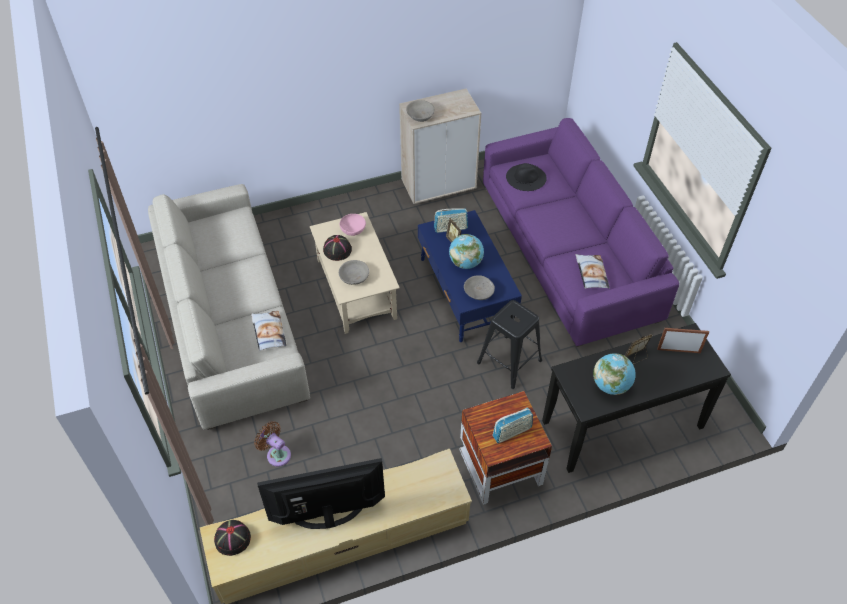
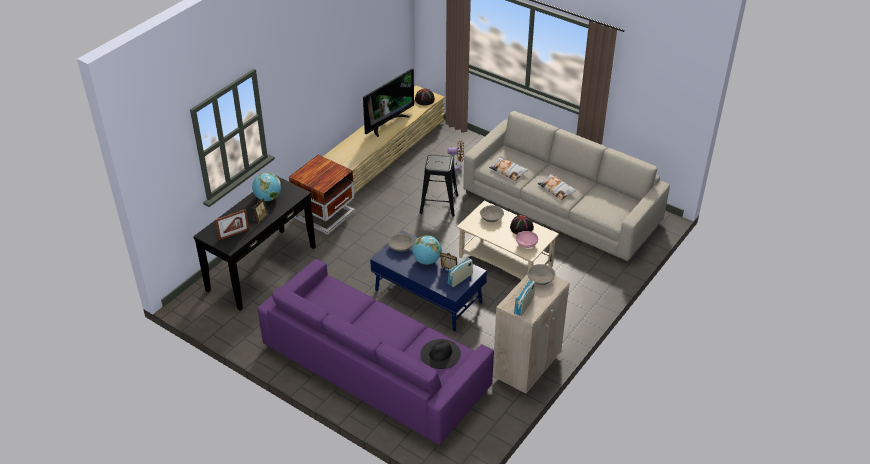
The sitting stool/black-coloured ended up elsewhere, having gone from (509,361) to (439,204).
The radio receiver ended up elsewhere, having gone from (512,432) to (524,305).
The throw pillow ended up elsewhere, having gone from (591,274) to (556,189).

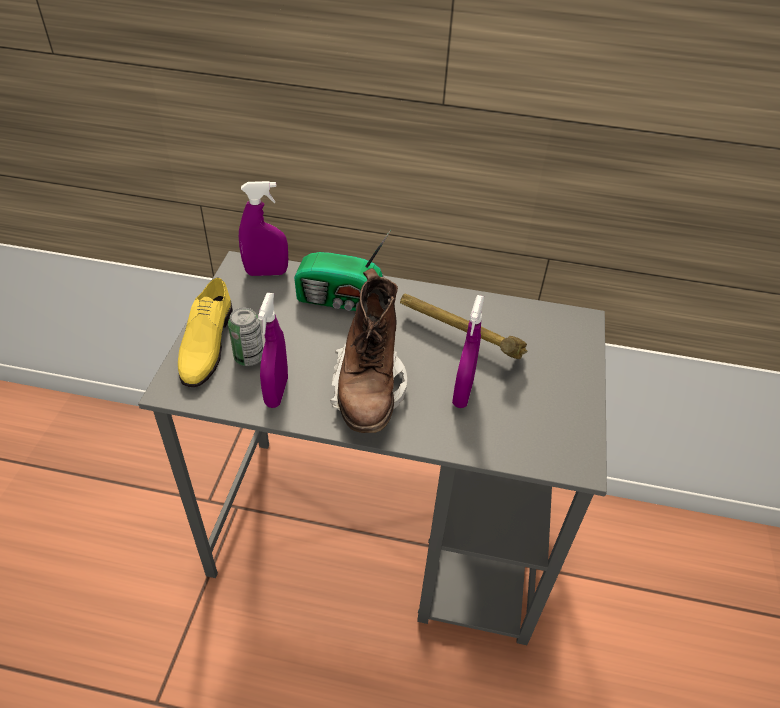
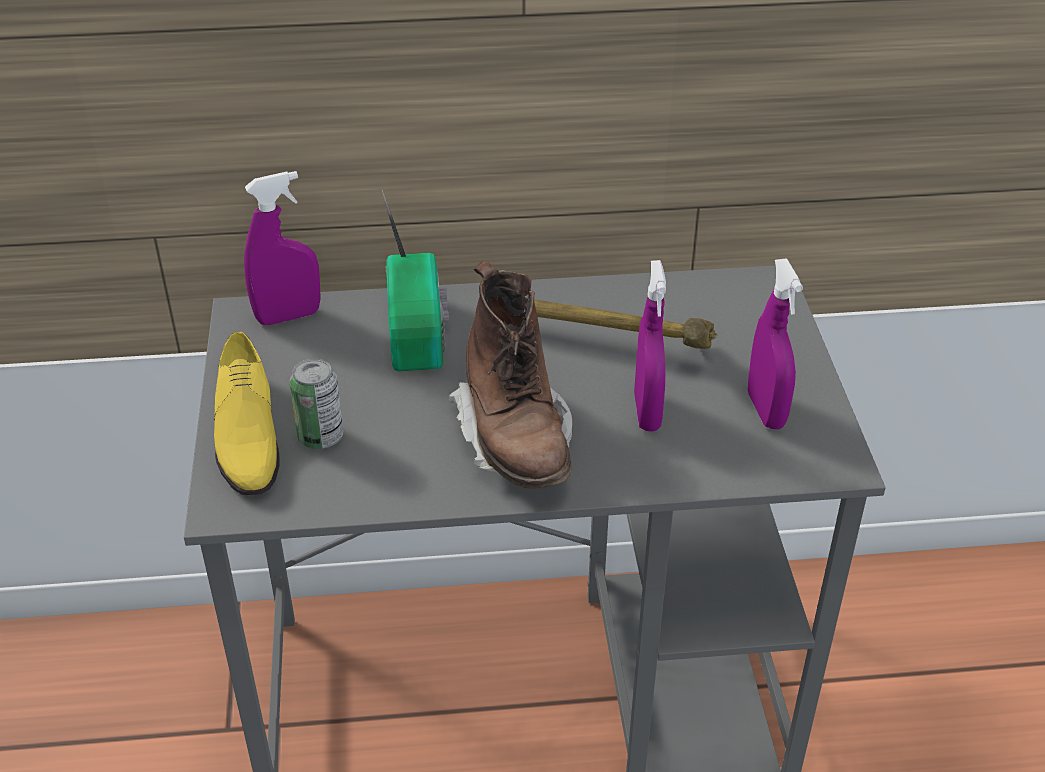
The sprayer/purple ended up elsewhere, having gone from (276,392) to (766,410).
The radio receiver at (341,300) ended up facing another way, 90 degrees counterclockwise from before.

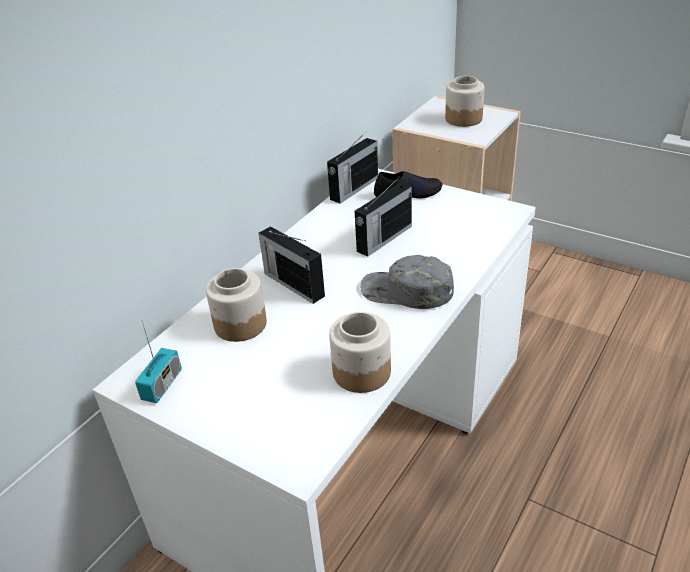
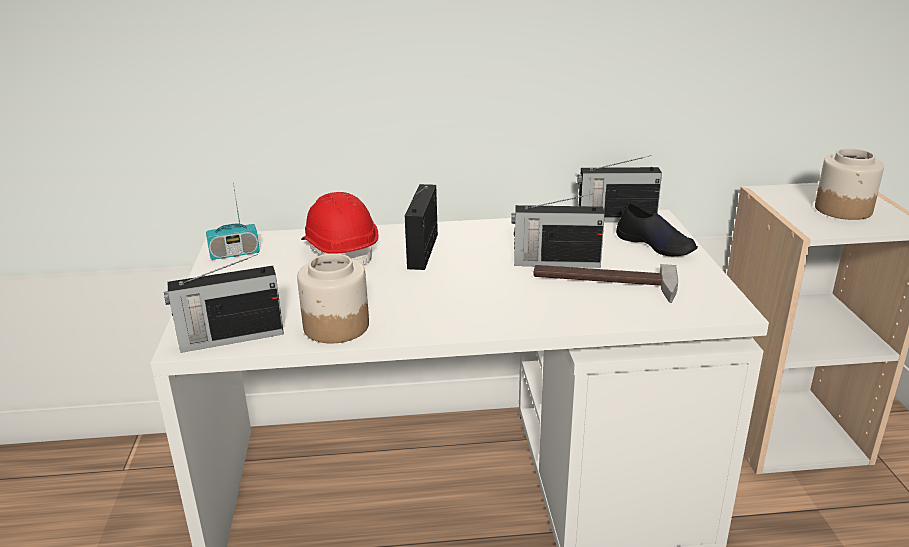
Where the storage jar stood at (240,324), the work helmet/red came to stand at (340,251).
The second view lost the peaked cap/gray at (406,291).
The second view gained the radio receiver at (229,338).
The second view gained the tool hammer at (603,283).

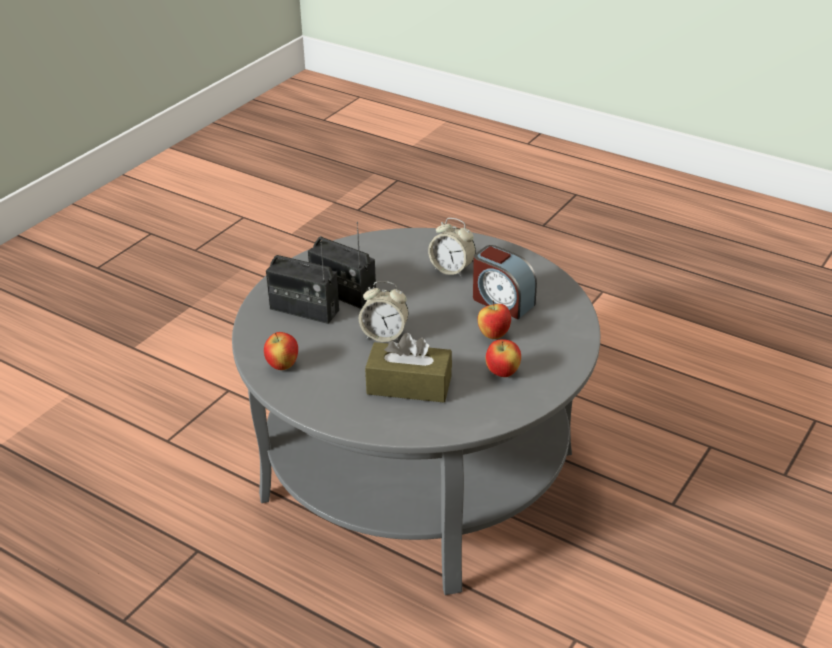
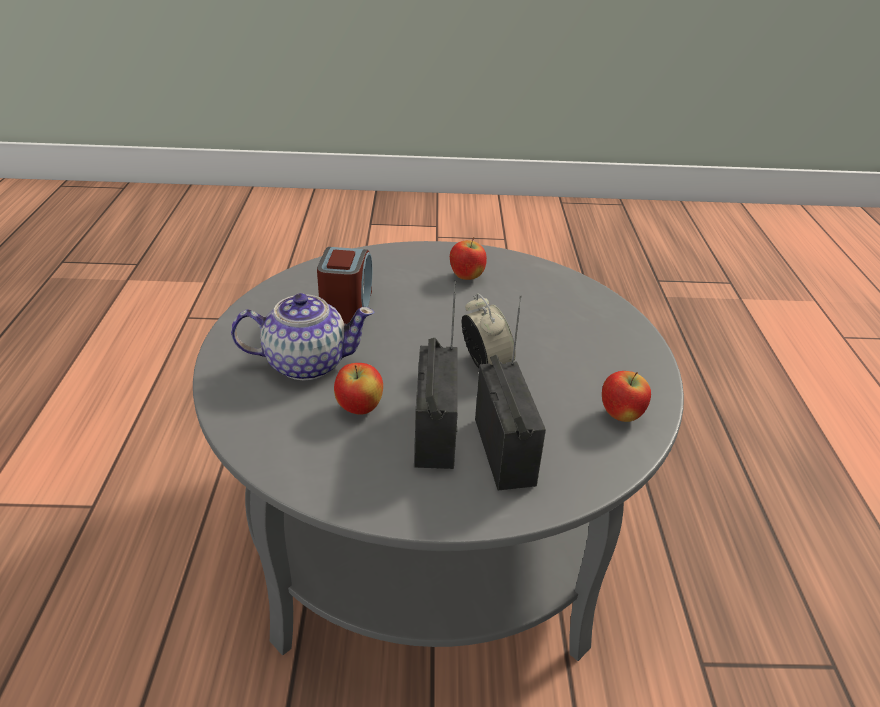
The second view lost the tissue box/brown-coloured at (409,385).
Where the bedside clock stood at (452,269), the teapot came to stand at (305,363).
The apple fruit ended up elsewhere, having gone from (493,335) to (360,408).

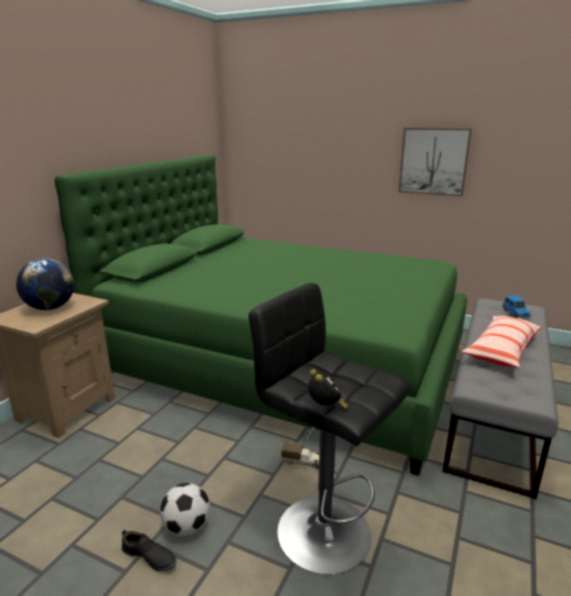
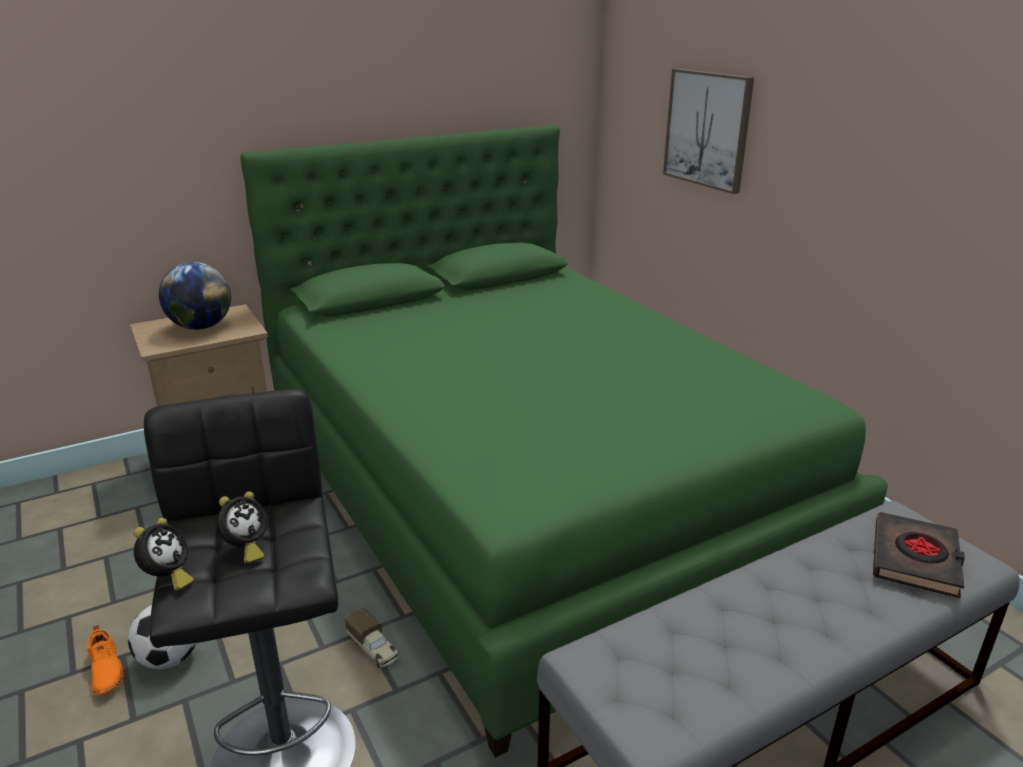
What was the item of footwear/black-coloured at (149,557) turned into the item of footwear/orangey at (105,670).
The picture ended up elsewhere, having gone from (433,161) to (708,129).
The second view lost the throw pillow at (502,350).
Where the model car stood at (516,313), the volume/black-coloured came to stand at (915,560).
The second view gained the bedside clock at (246,549).

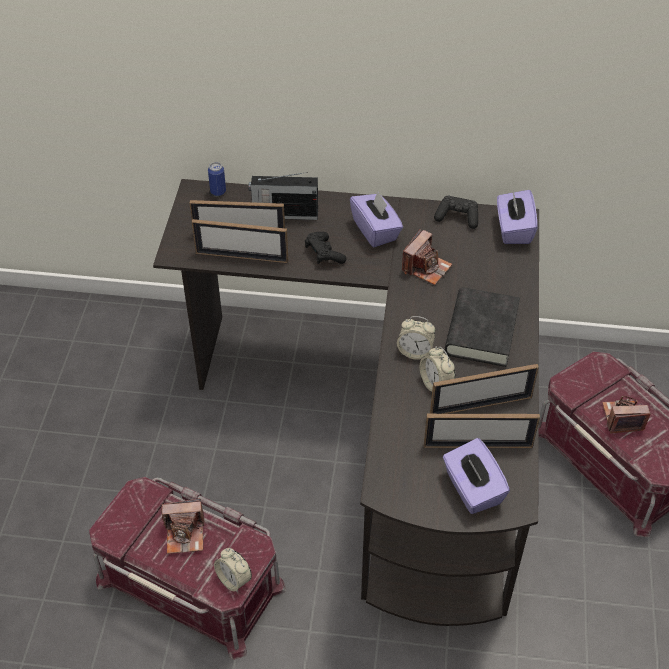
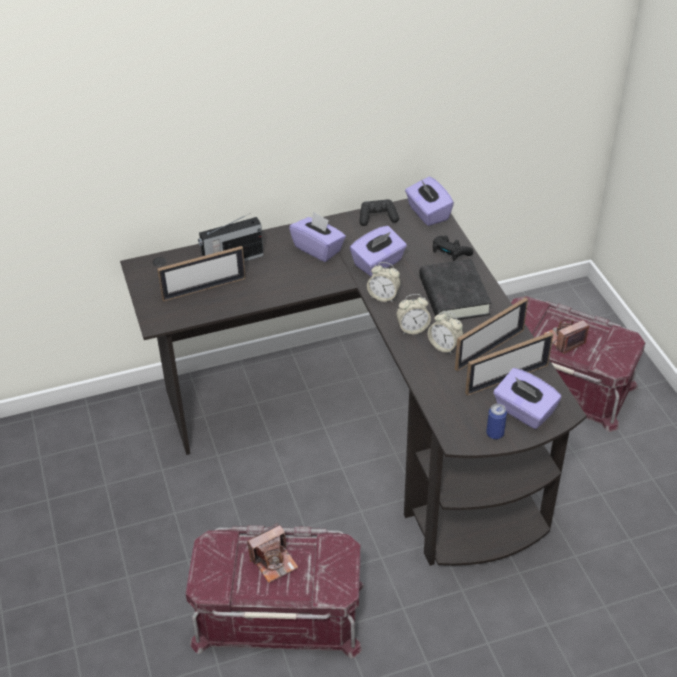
The second view lost the photo frame at (242,257).
The sealed can ended up elsewhere, having gone from (218,191) to (495,434).
The bedside clock ended up elsewhere, having gone from (234,579) to (383,296).
The gamepad/black-coloured ended up elsewhere, having gone from (324,254) to (450,253).
Where the still camera stood at (426,267), the tissue box/purple came to stand at (378,263).

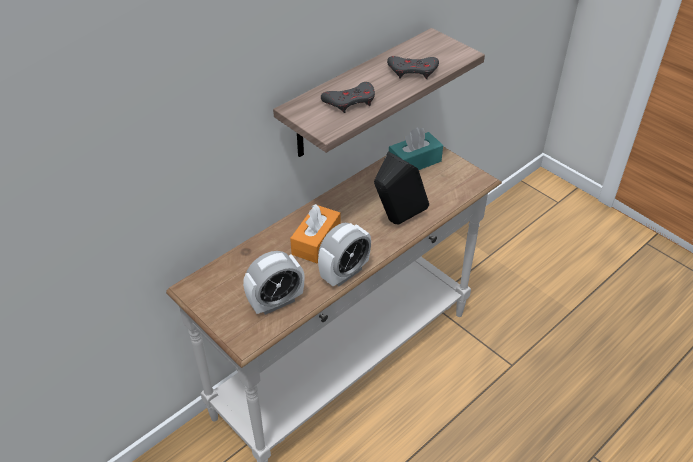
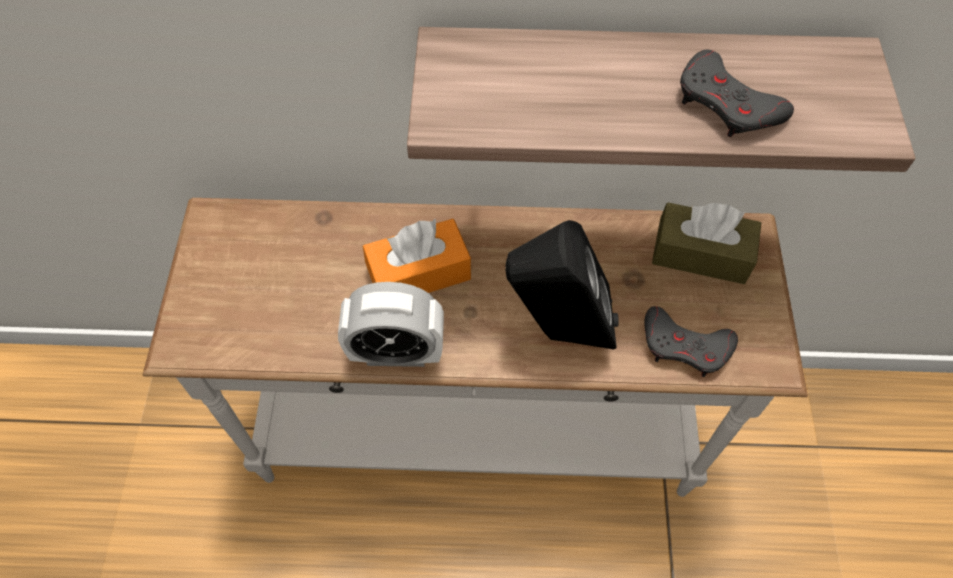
The second view lost the bedside clock at (276,302).
The gamepad/gray ended up elsewhere, having gone from (350,101) to (685,346).
What was the tissue box/turquoise-coloured at (414,162) turned into the tissue box/brown-coloured at (700,254).

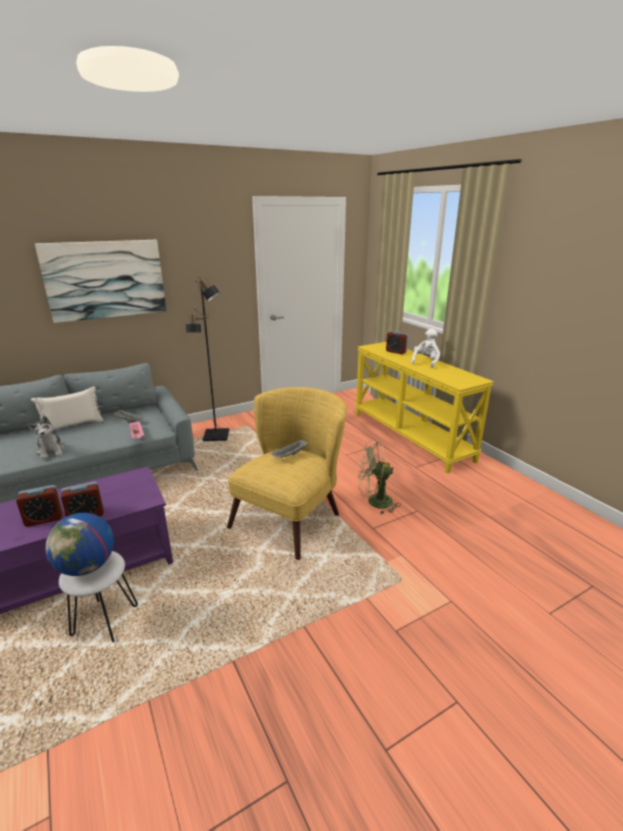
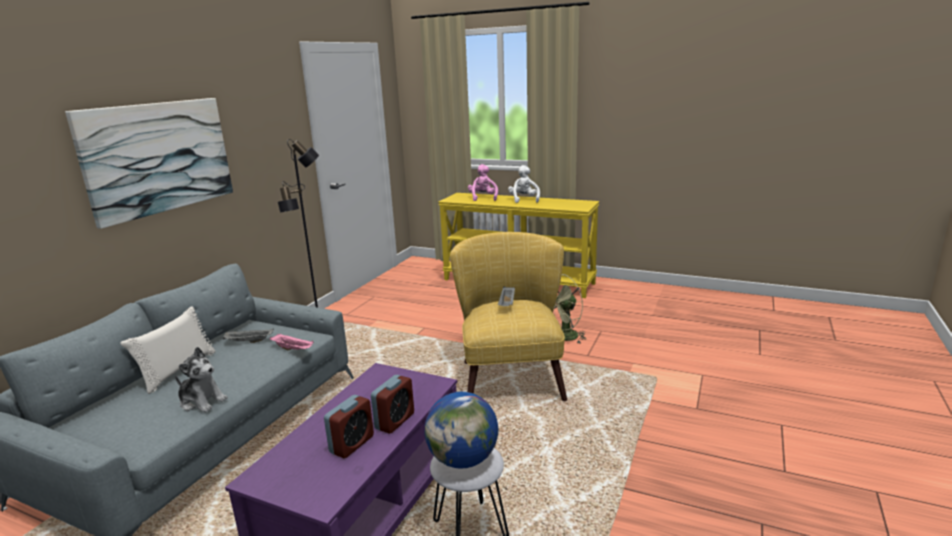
Where the bedside clock stood at (396,352), the cuddly toy/pink came to stand at (483,198).

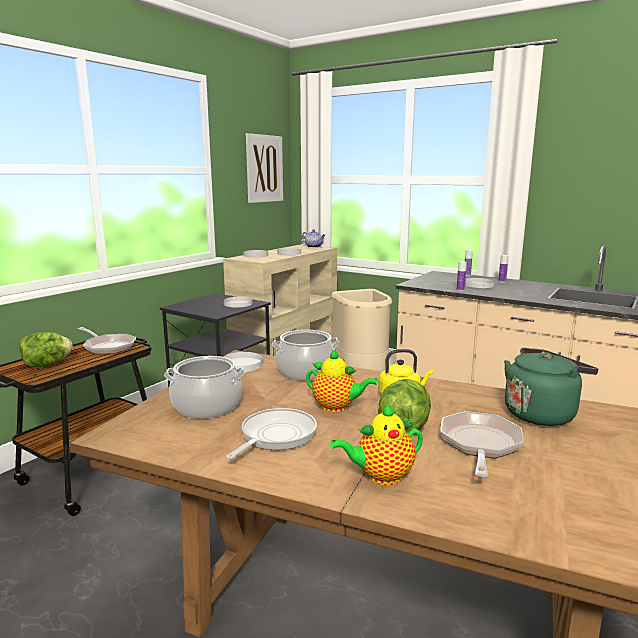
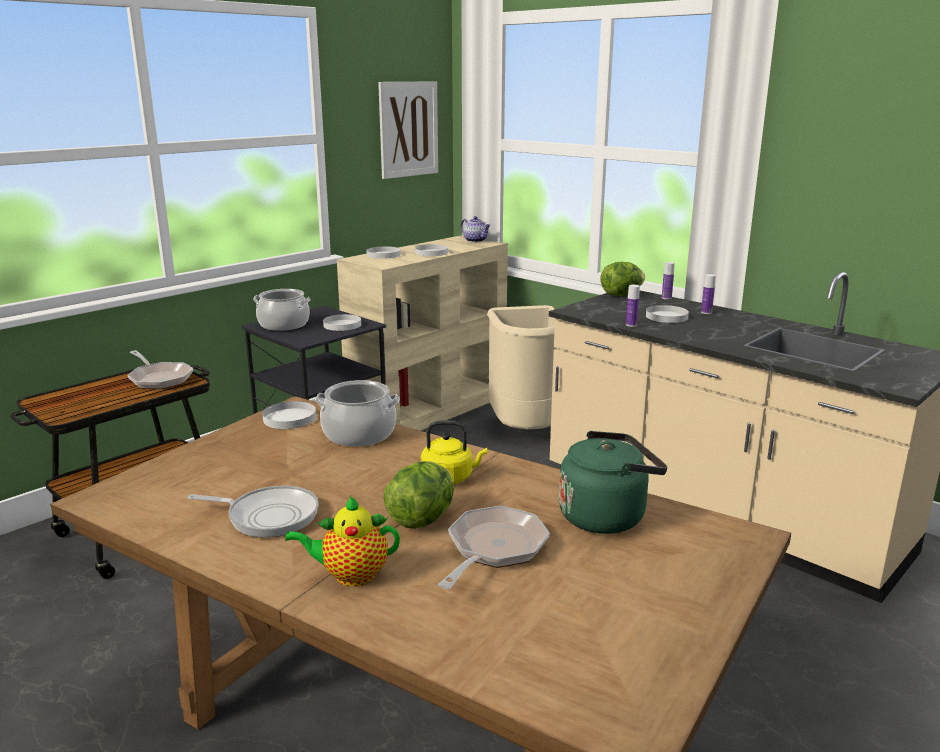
The lettuce ended up elsewhere, having gone from (46,365) to (621,295).
The saucepot ended up elsewhere, having gone from (207,406) to (284,324).
The pan at (275,436) ended up facing another way, 60 degrees clockwise from before.
The second view lost the teapot at (337,407).

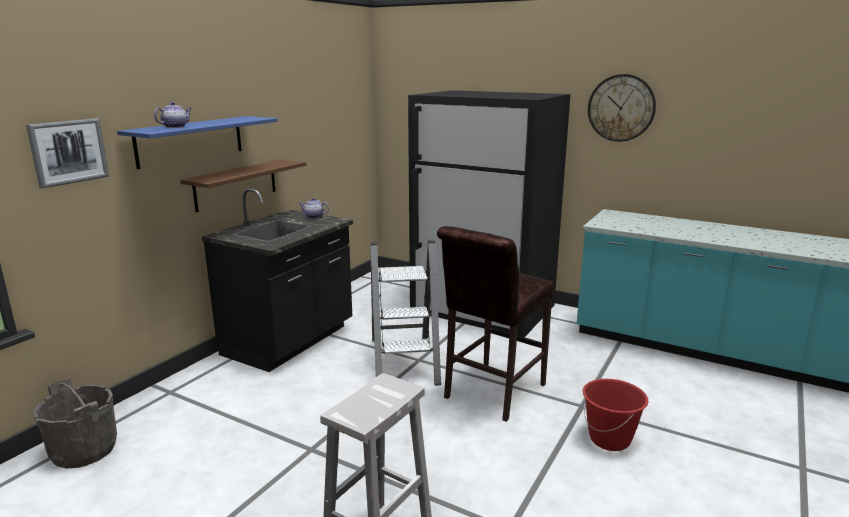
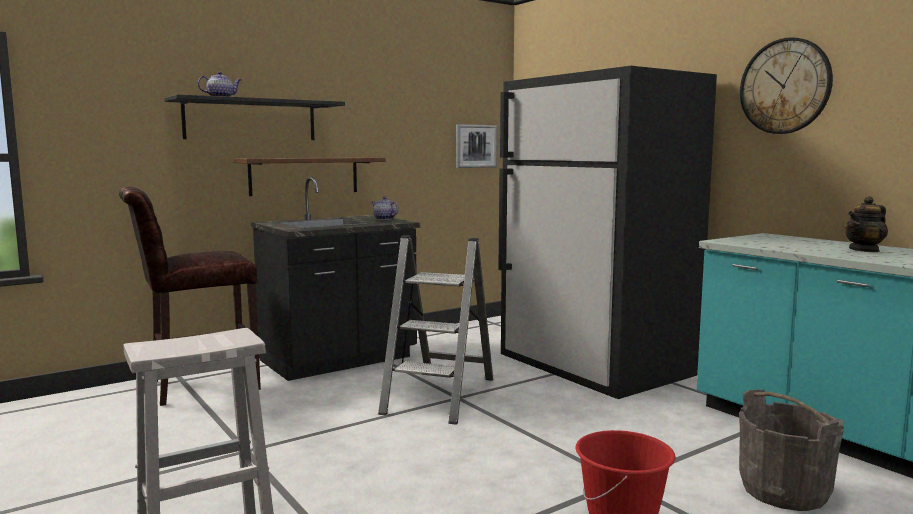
The picture ended up elsewhere, having gone from (68,152) to (475,146).
The bucket/gray ended up elsewhere, having gone from (84,450) to (784,491).
What was the bracket shelf/bluish at (191,141) turned into the bracket shelf/black-coloured at (251,120).
The sitting stool/brown-coloured ended up elsewhere, having gone from (491,393) to (197,386).
The second view gained the teapot at (864,250).

